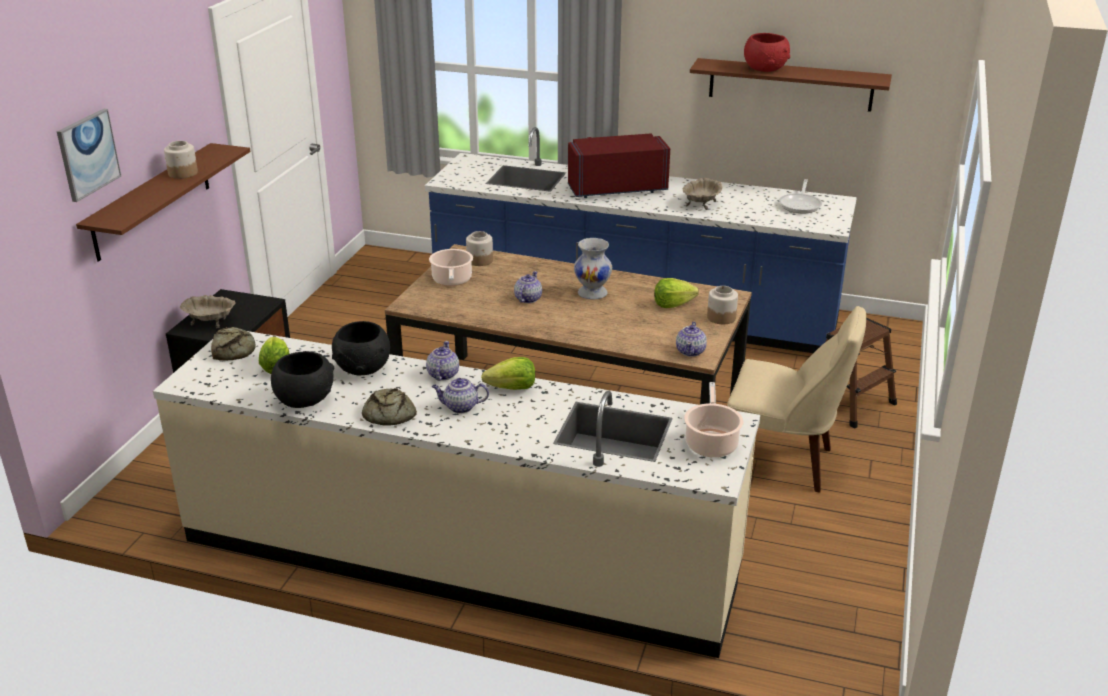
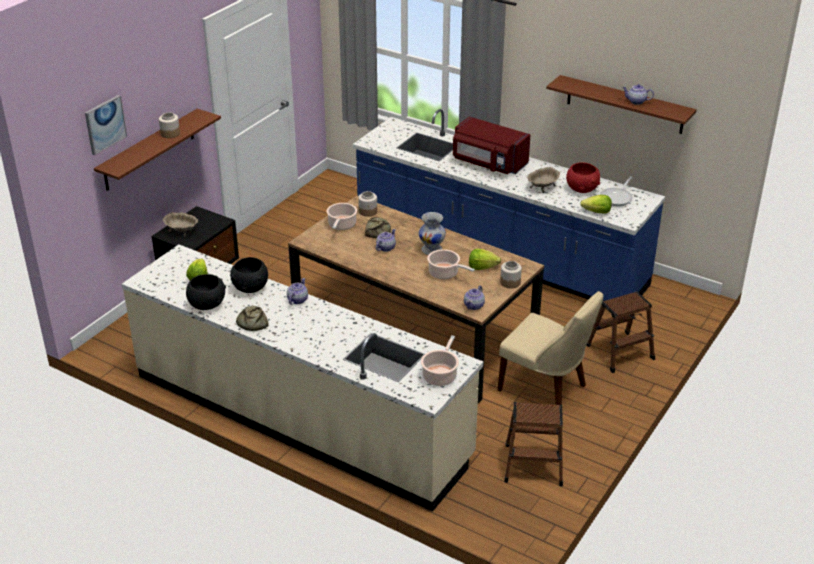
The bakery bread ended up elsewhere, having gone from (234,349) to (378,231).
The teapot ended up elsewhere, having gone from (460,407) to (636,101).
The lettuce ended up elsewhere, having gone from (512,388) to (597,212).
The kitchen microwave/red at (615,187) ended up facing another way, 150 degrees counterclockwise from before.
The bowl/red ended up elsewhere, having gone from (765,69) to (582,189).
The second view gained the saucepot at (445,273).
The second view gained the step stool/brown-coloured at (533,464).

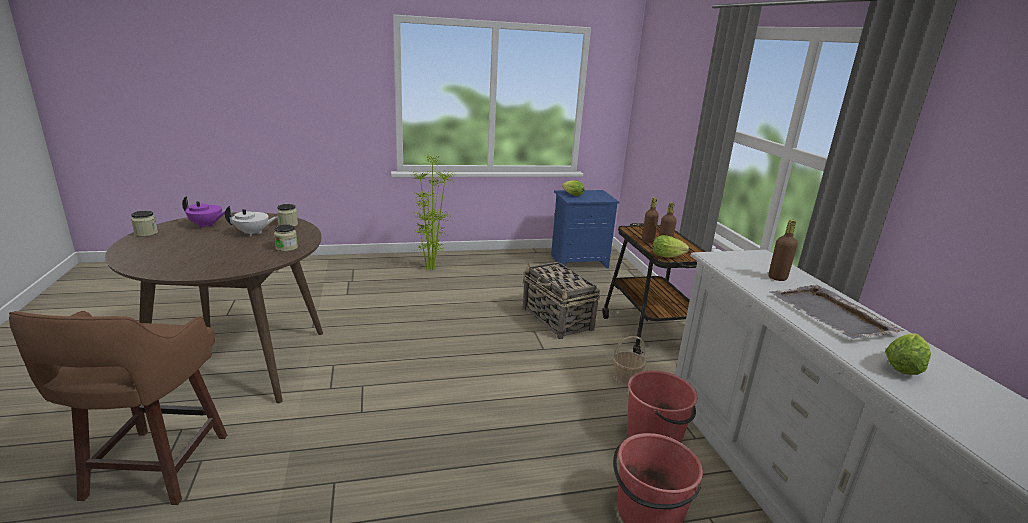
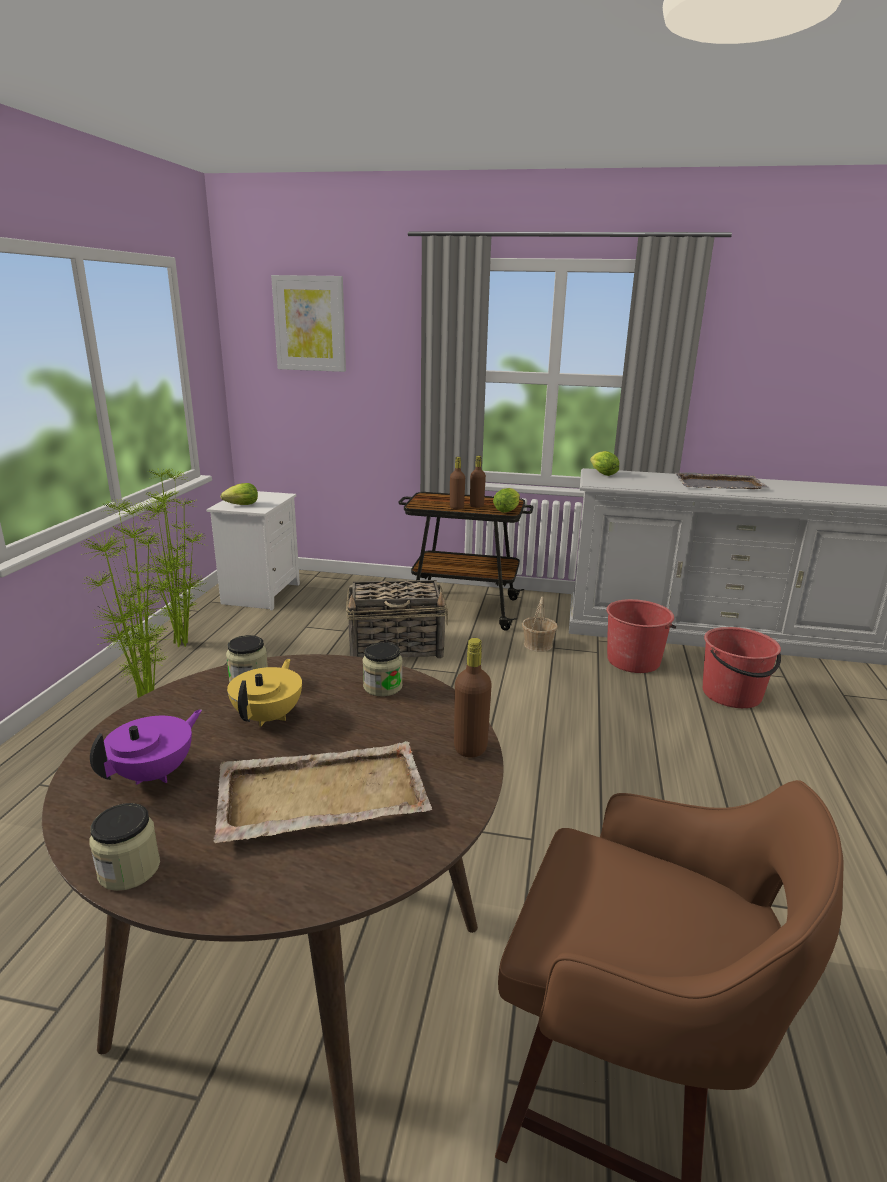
What was the teapot/white at (253,233) turned into the teapot/yellow-coloured at (269,716).
What was the night table/bluish at (579,261) turned into the night table/white at (260,593).
The drink bottle/brown-coloured ended up elsewhere, having gone from (777,278) to (470,748).
The lettuce ended up elsewhere, having gone from (903,366) to (601,473).
The second view gained the plant in a pot at (184,644).
The second view gained the serving tray/beige at (320,795).
The second view gained the picture at (310,324).

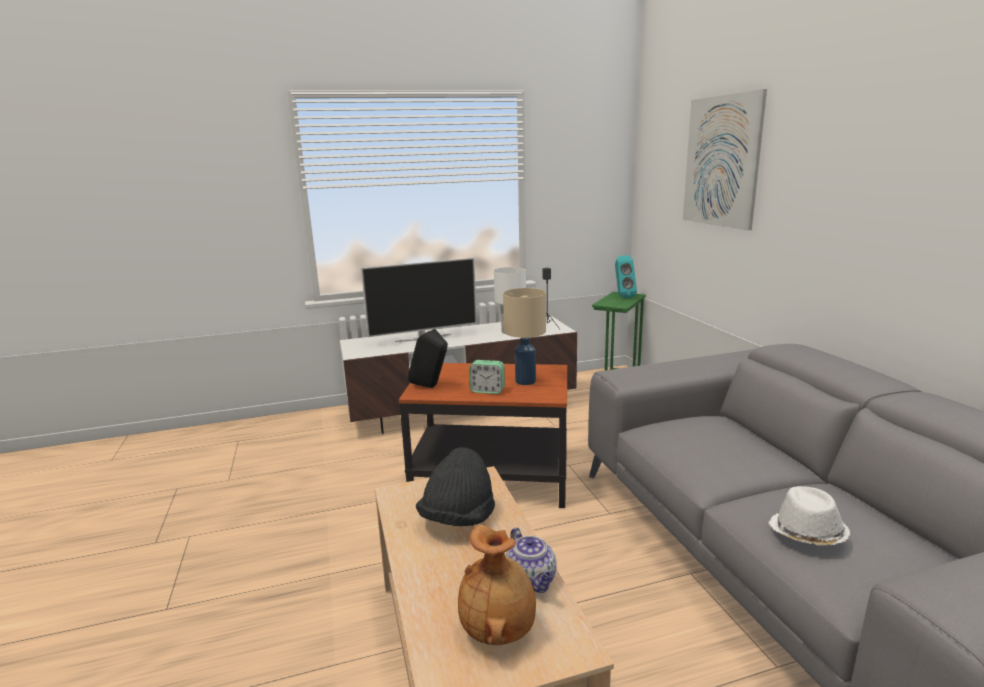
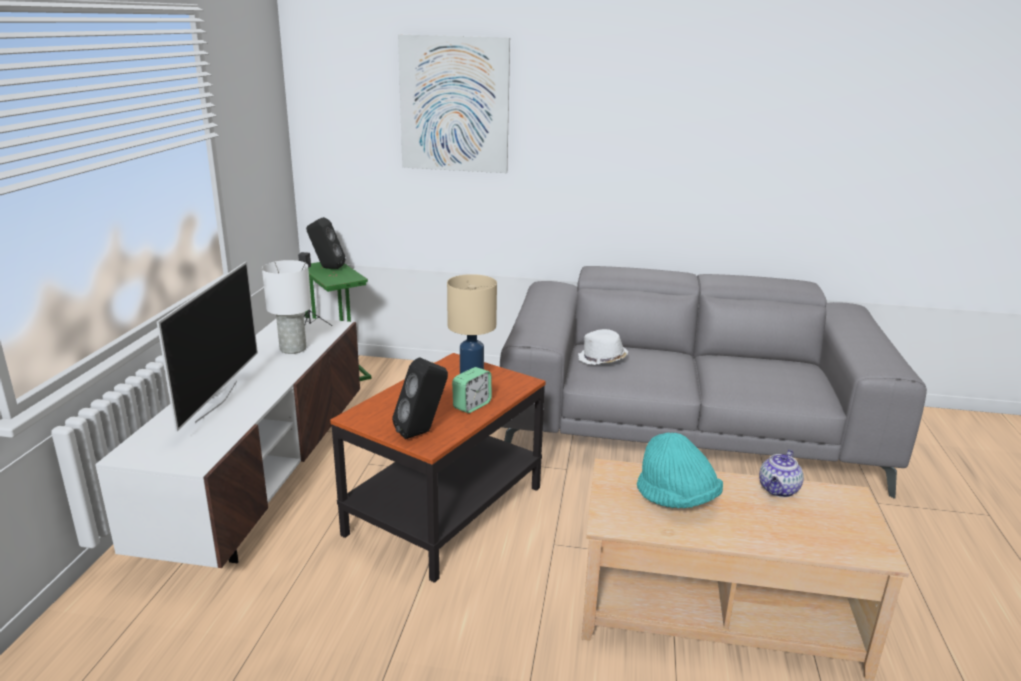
What was the clothing hat/black-coloured at (458,518) turned into the clothing hat/turquoise-coloured at (676,499).
The second view lost the decorative vase/brown-coloured at (499,630).
The teapot at (531,581) ended up facing another way, 120 degrees clockwise from before.
What was the speaker/turquoise-coloured at (622,296) turned into the speaker/black-coloured at (326,268).
The clothing hat/white ended up elsewhere, having gone from (806,533) to (602,359).

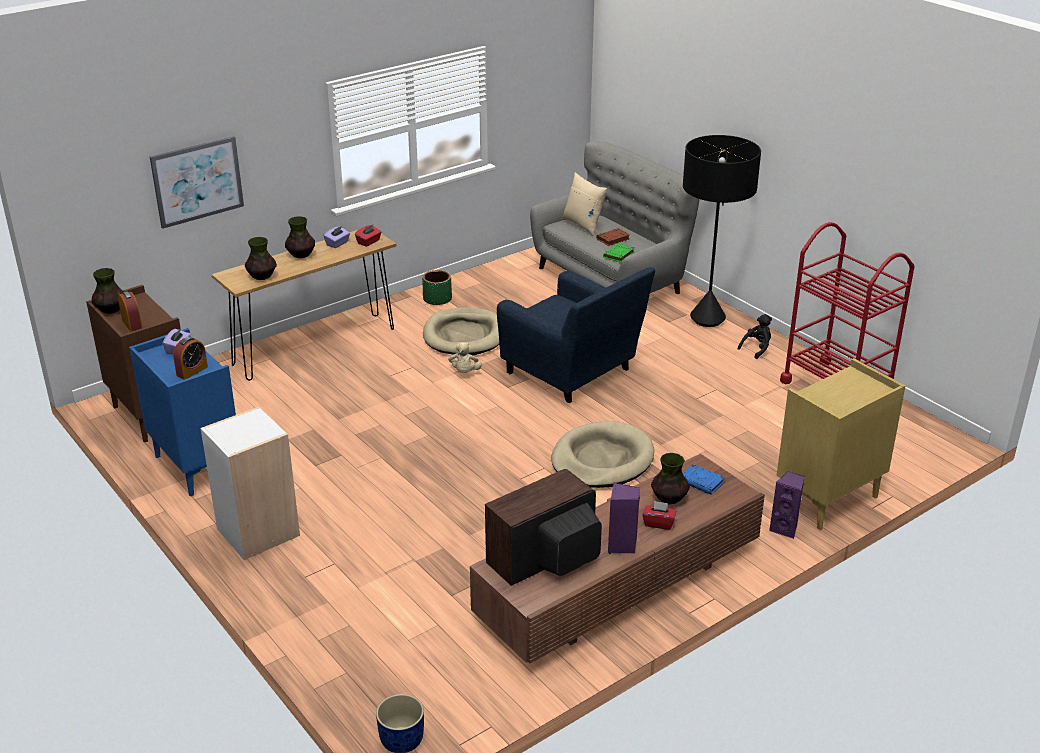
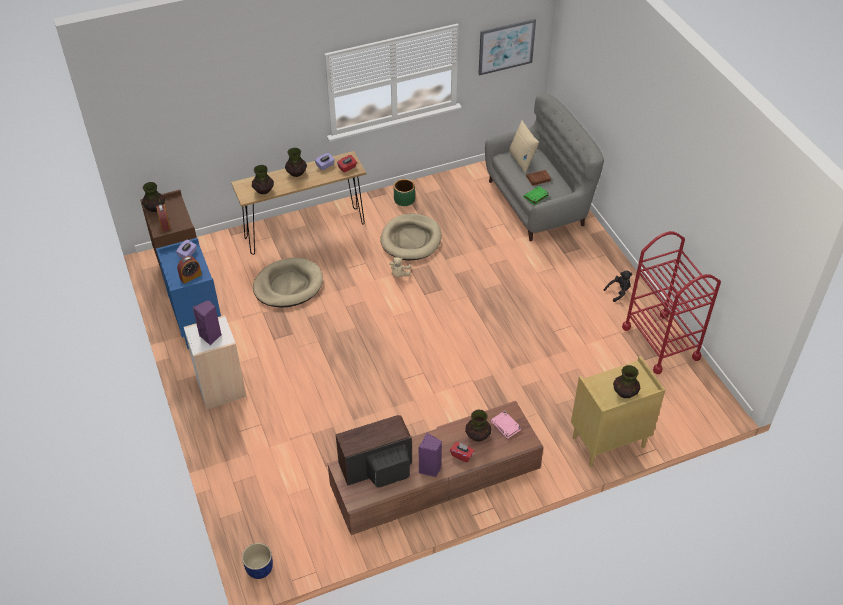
The picture ended up elsewhere, having gone from (197,181) to (506,46).
The second view lost the armchair/bluish at (571,374).
The dog bed/beige ended up elsewhere, having gone from (602,460) to (288,285).
The second view lost the standing lamp/black-coloured at (707,320).
What was the volume/bluish at (701,482) turned into the volume/pink at (505,426).
The speaker/purple ended up elsewhere, having gone from (785,529) to (211,336).
The second view gained the decorative vase at (624,393).

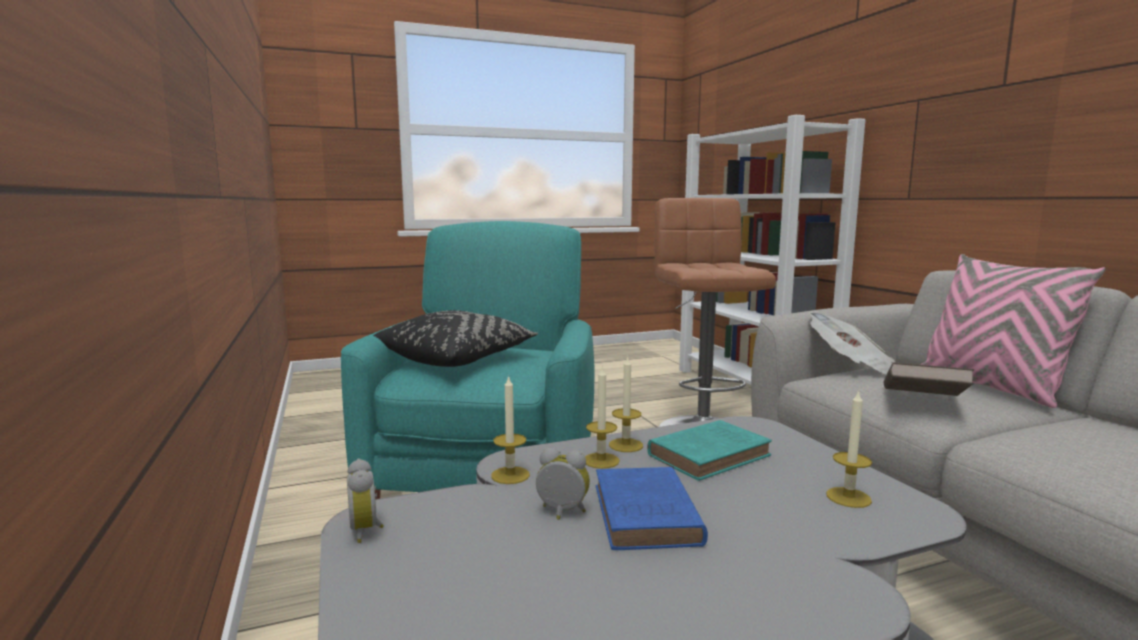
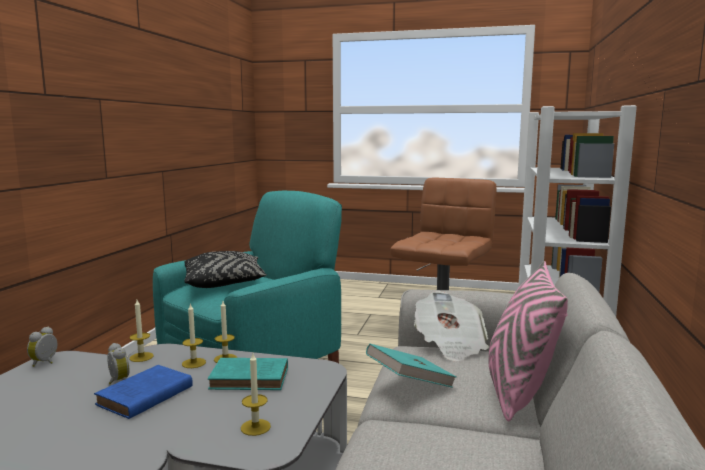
What was the volume/brown-coloured at (922,402) turned into the volume/turquoise-coloured at (409,383).

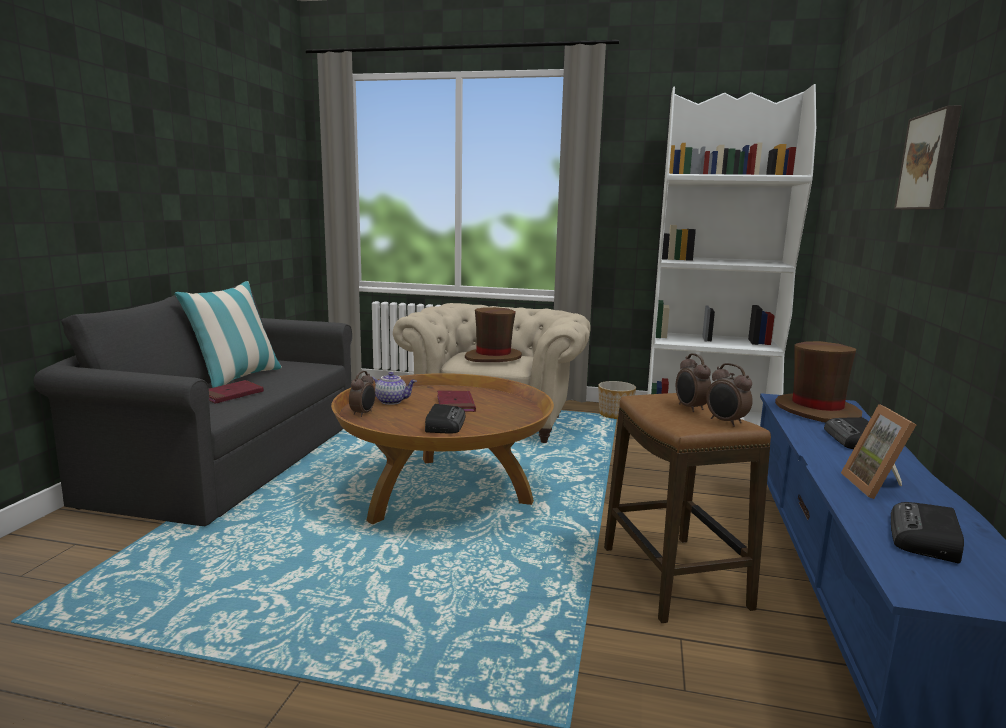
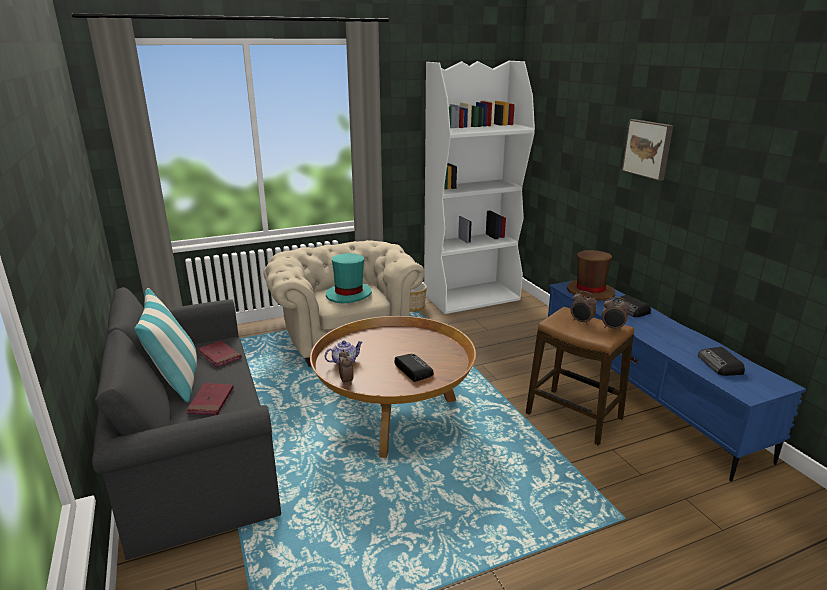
The volume/red ended up elsewhere, having gone from (455,404) to (219,356).
What was the clothing hat/brown-coloured at (493,357) turned into the clothing hat/turquoise-coloured at (349,294).
The second view lost the photo frame at (878,487).

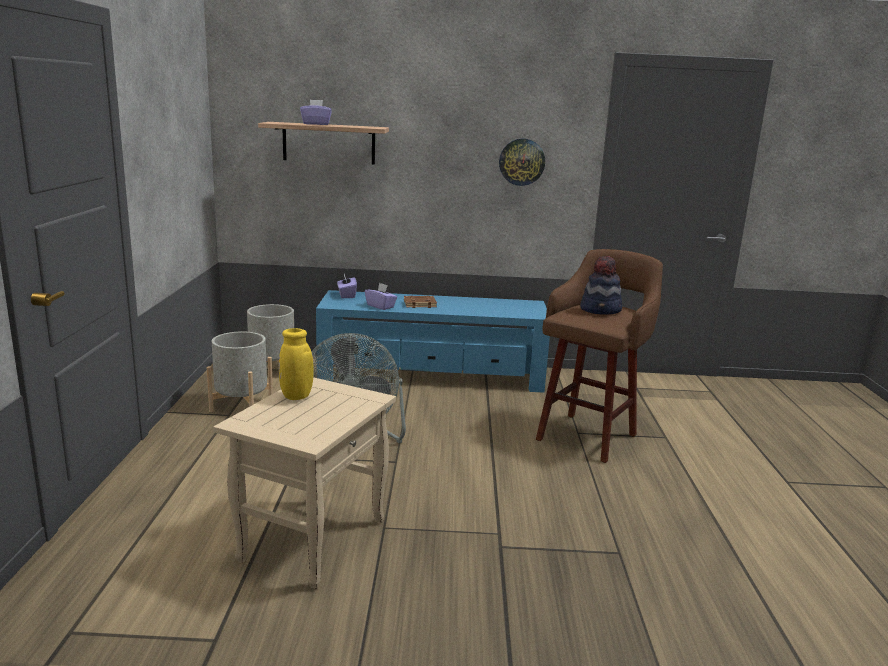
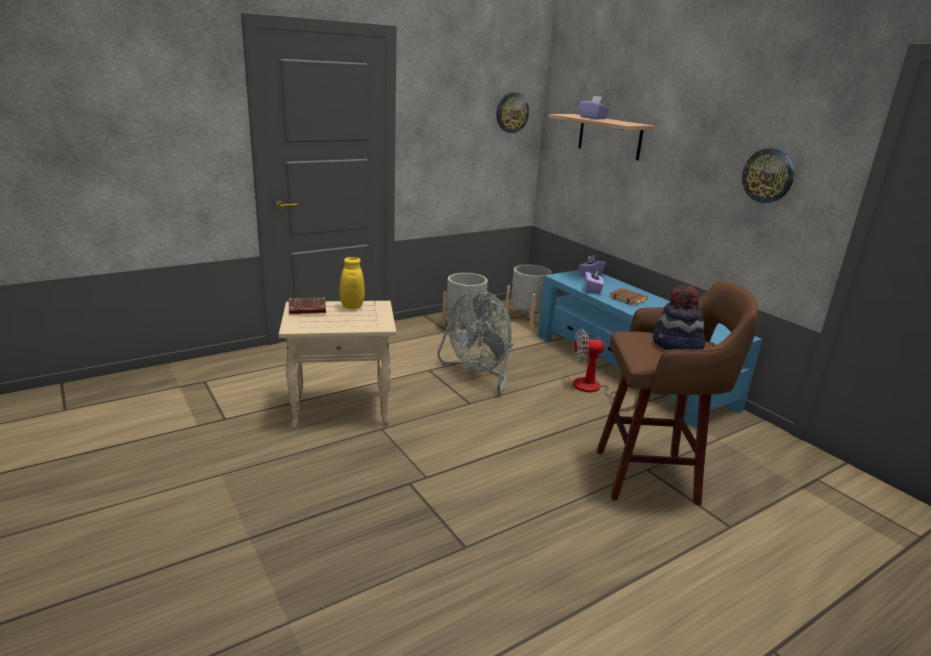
The second view gained the volume/brown-coloured at (307,309).
The second view gained the wall clock at (512,112).
The second view gained the fan at (594,390).

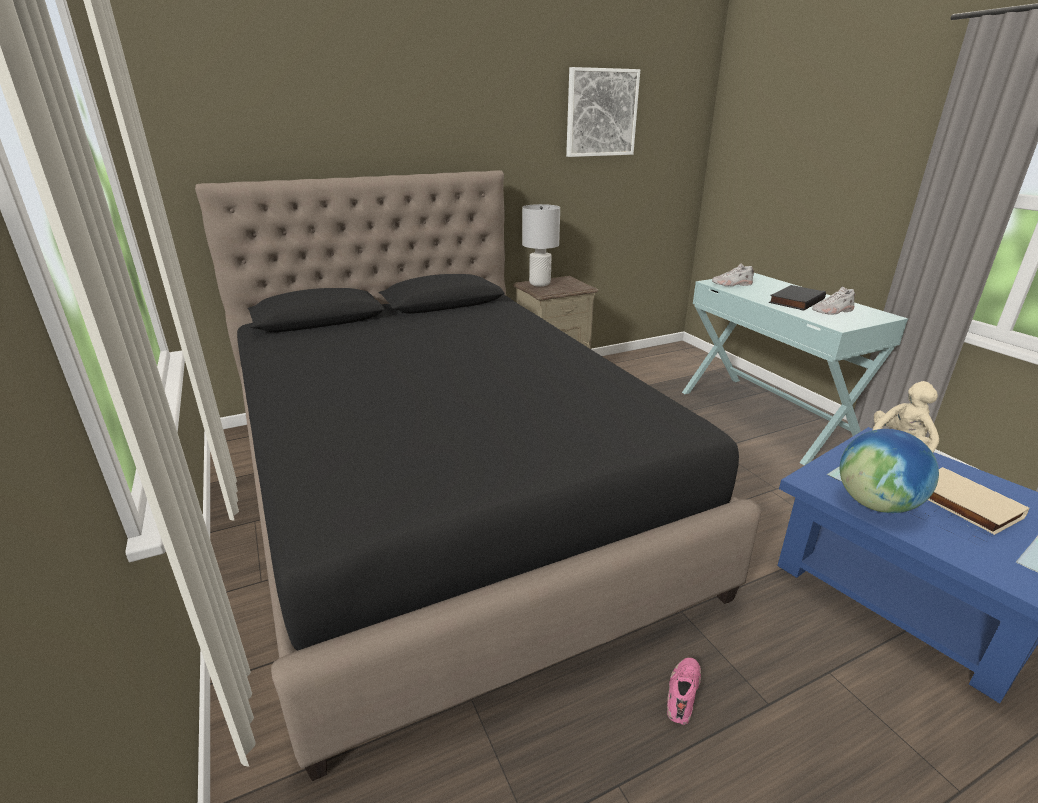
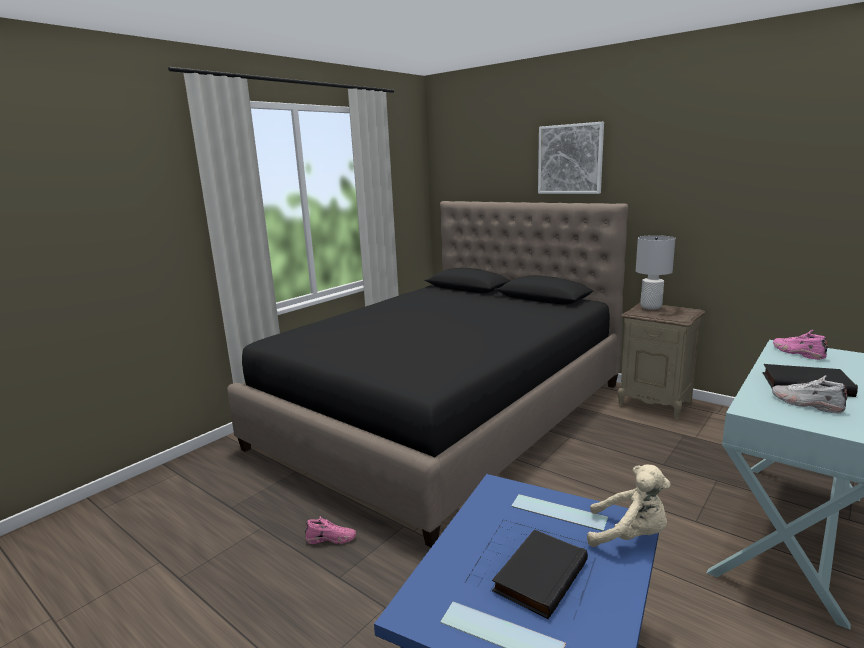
The picture ended up elsewhere, having gone from (601,113) to (570,159).
What was the item of footwear/white at (731,284) turned into the item of footwear/pink at (797,353).
The second view lost the globe at (876,504).
What was the volume/beige at (962,504) turned into the volume/black-coloured at (539,575).

